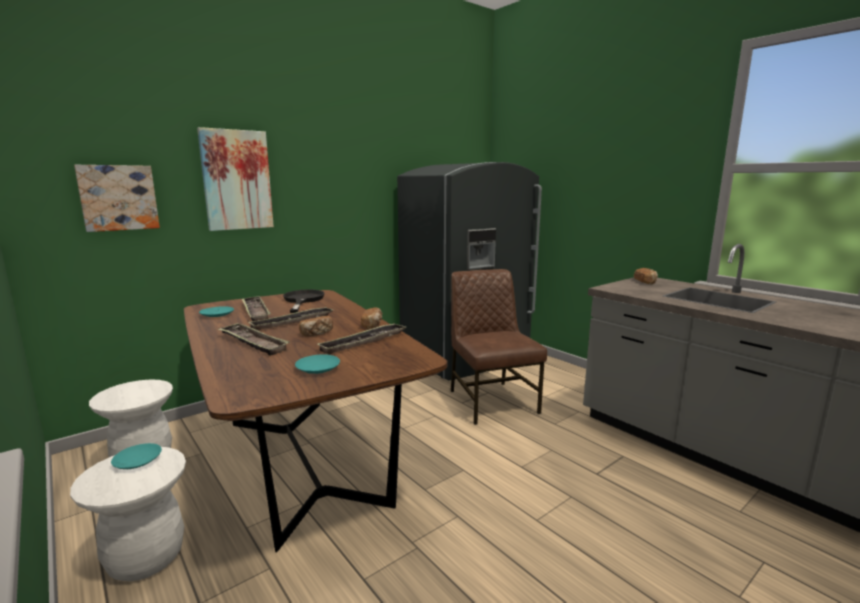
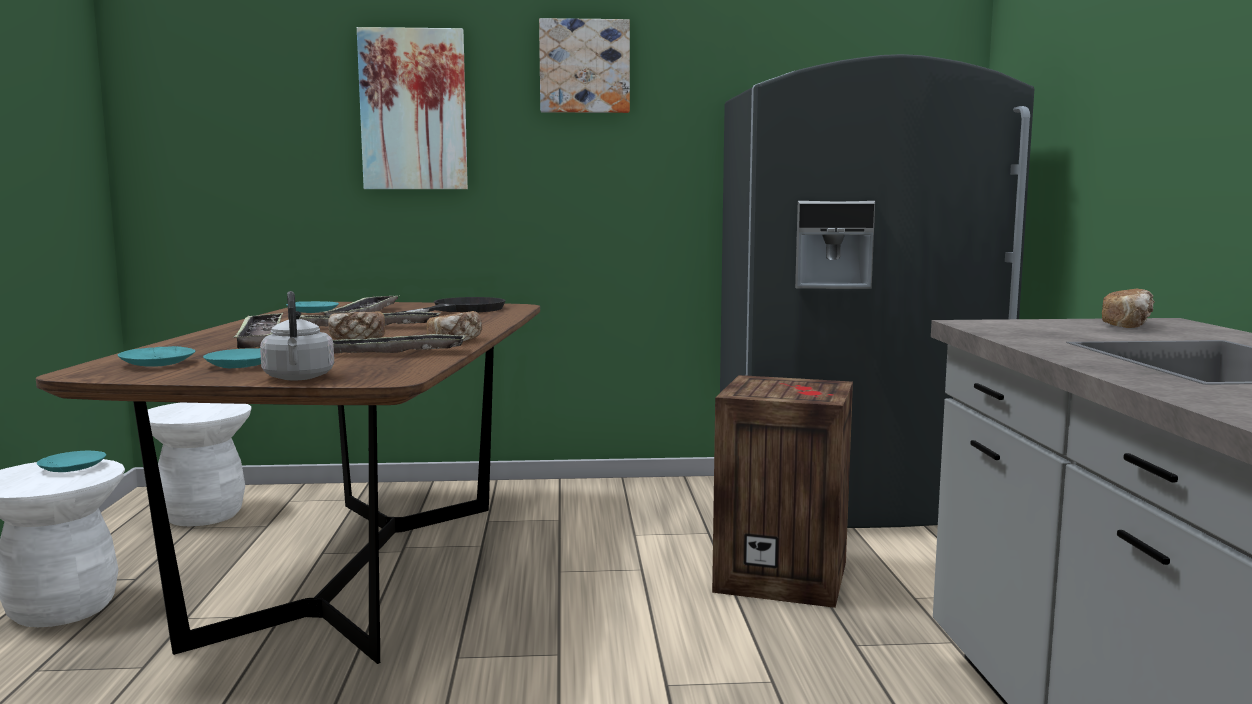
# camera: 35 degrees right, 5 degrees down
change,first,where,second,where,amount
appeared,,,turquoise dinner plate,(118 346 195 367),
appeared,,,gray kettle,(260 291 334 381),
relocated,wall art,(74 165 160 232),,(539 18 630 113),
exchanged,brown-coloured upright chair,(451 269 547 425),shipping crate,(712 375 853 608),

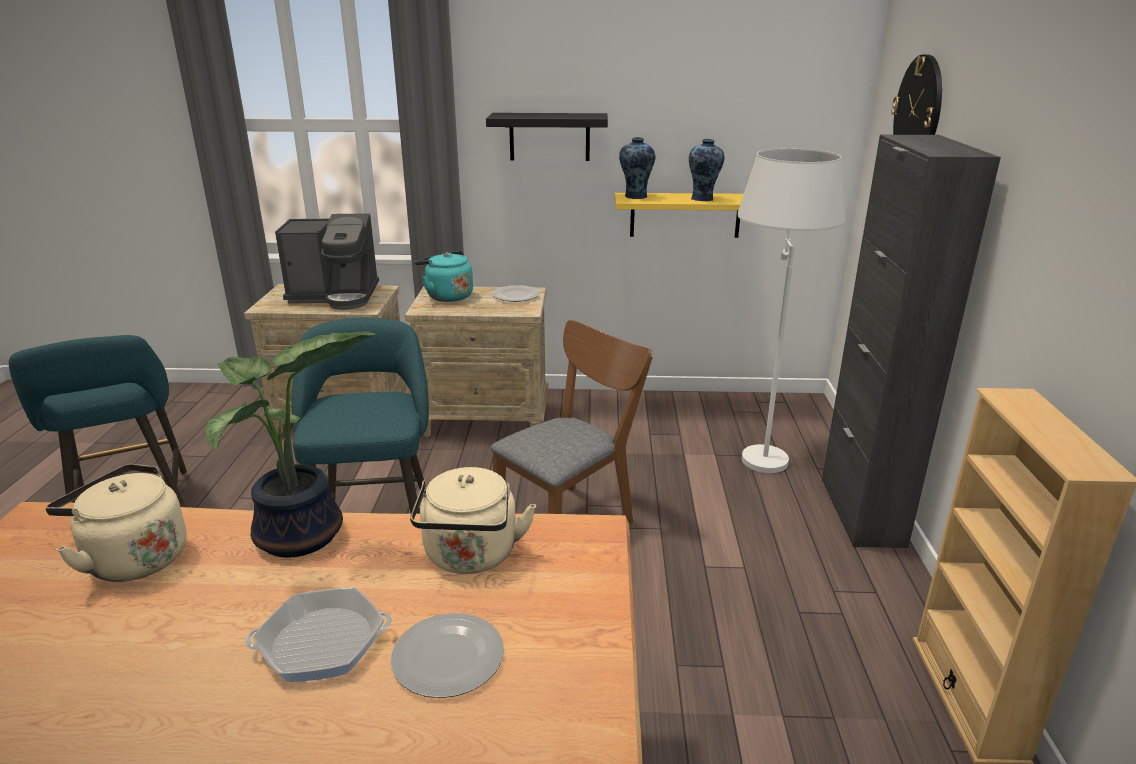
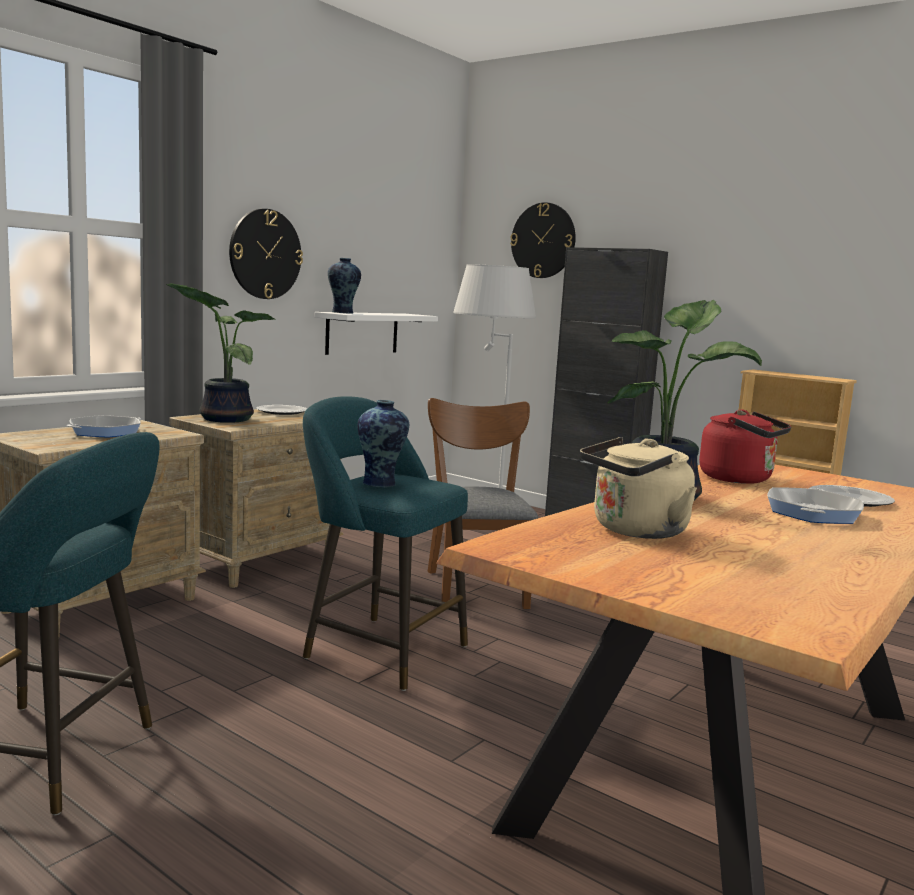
# camera: 55 degrees left, 15 degrees down
change,first,where,second,where,amount
relocated,flower vase,(689 139 724 201),,(358 400 409 487),
exchanged,coffee brewer,(275 214 379 310),skillet,(67 415 141 438),
exchanged,turquoise kettle,(415 251 473 302),plant in a pot,(166 283 274 423),
exchanged,blackish wall shelf,(486 113 608 161),clock on the wall,(229 209 303 299),
colour,sand-coloured kettle,(410 467 536 574),red-coloured kettle,(699 409 791 484),
colour,yellow wall shelf,(615 193 744 238),white-coloured wall shelf,(315 312 438 355),

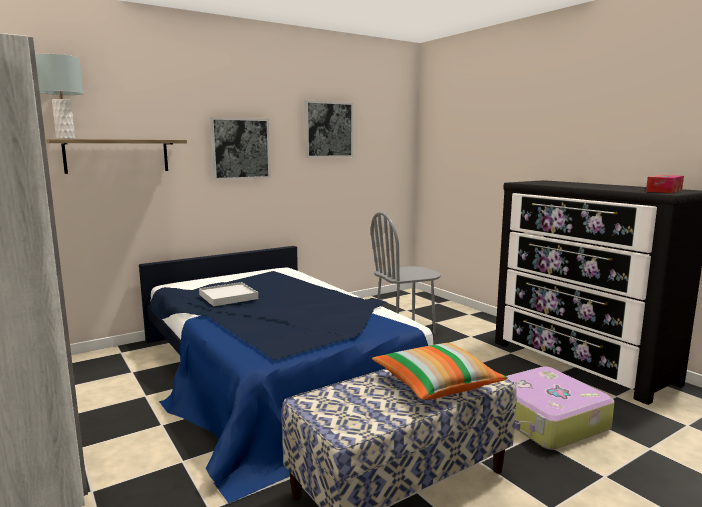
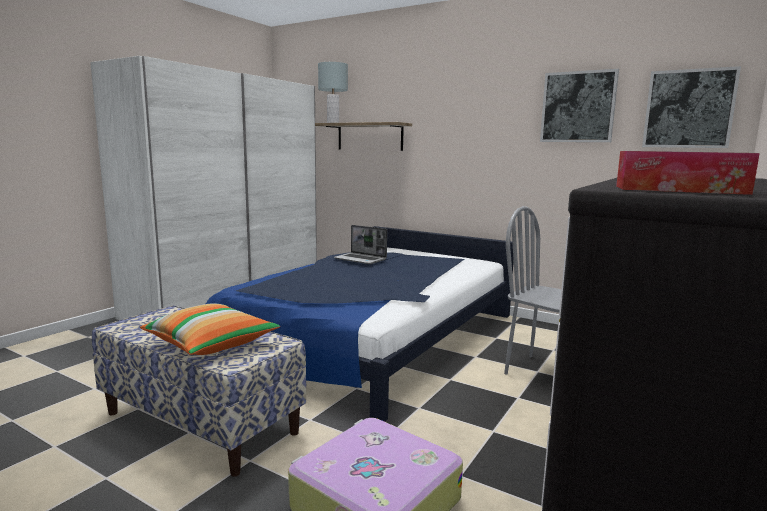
# camera: 65 degrees right, 0 degrees up
change,first,where,second,where,amount
relocated,wall art,(210 117 271 180),,(642 66 741 148),
exchanged,white-coloured tray,(199 282 258 306),portable computer,(334 225 387 264),

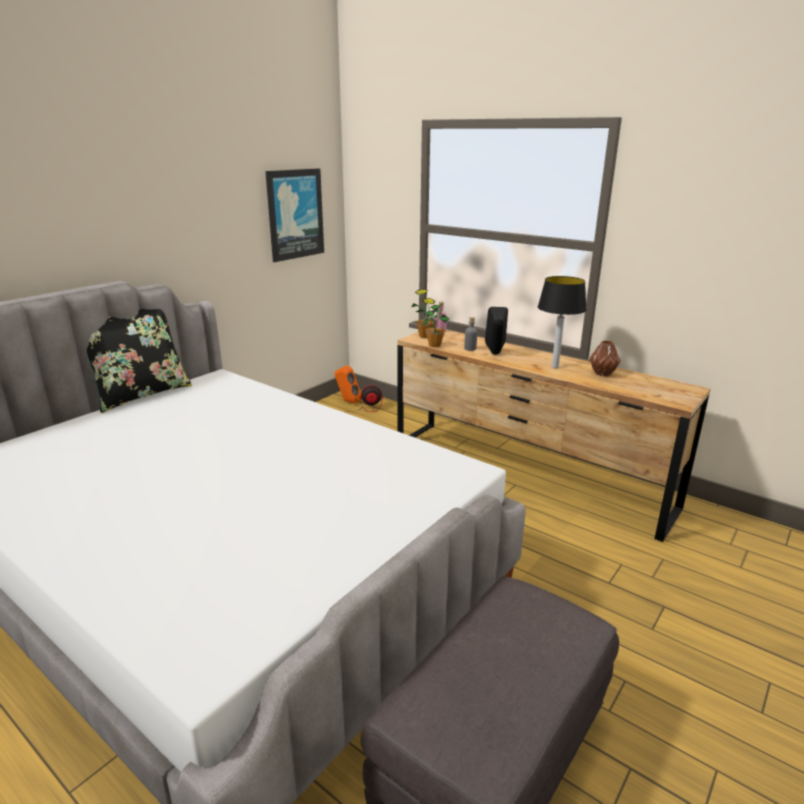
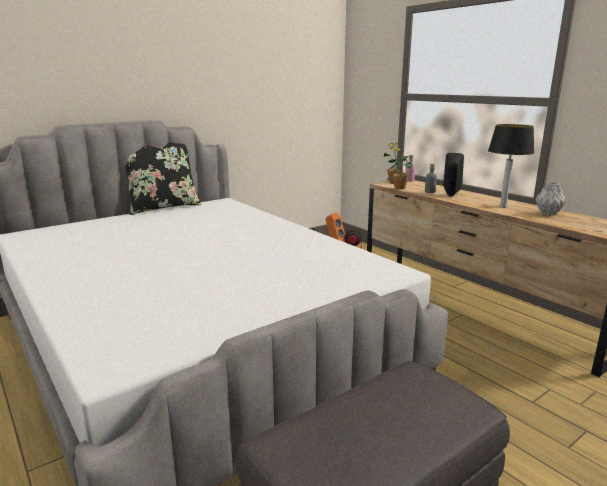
# camera: 15 degrees right, 5 degrees down
change,first,where,second,where,amount
missing,wall art,(265 168 324 262),,,
colour,brown-coloured flower vase,(590 341 621 376),gray flower vase,(536 182 566 215),

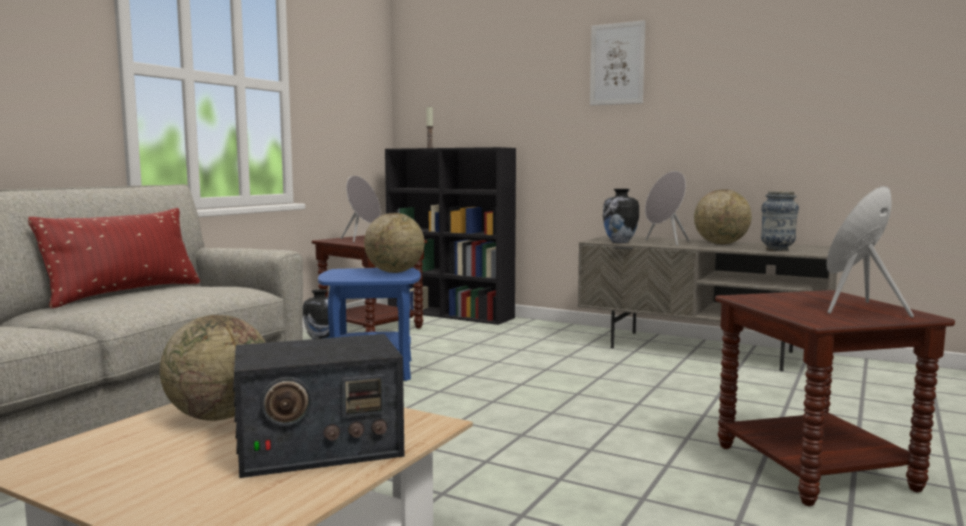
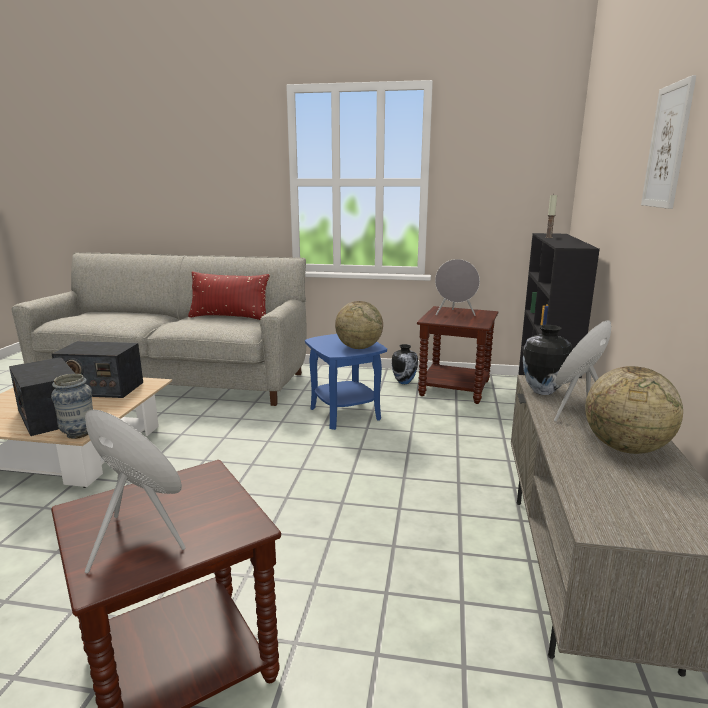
# camera: 70 degrees right, 10 degrees up
change,first,where,second,where,amount
relocated,flower vase,(761 191 799 251),,(51 374 93 439),
exchanged,globe,(160 315 266 421),radio set,(52 341 143 398),

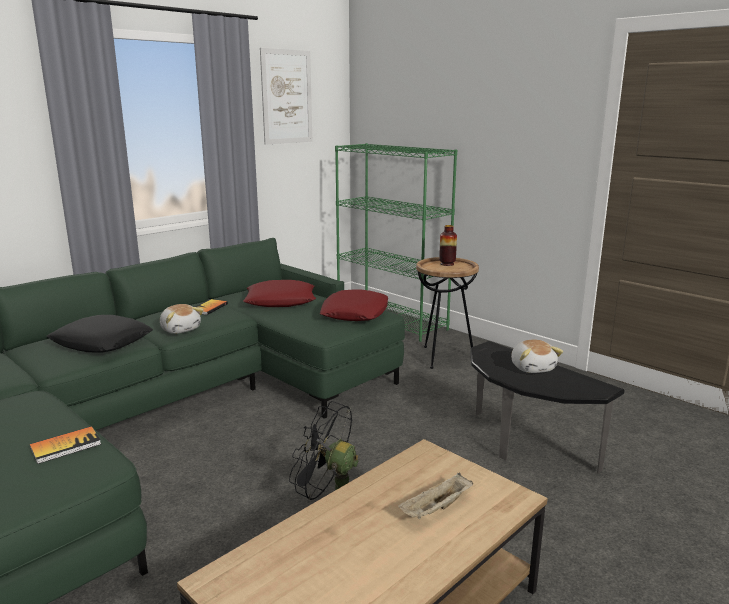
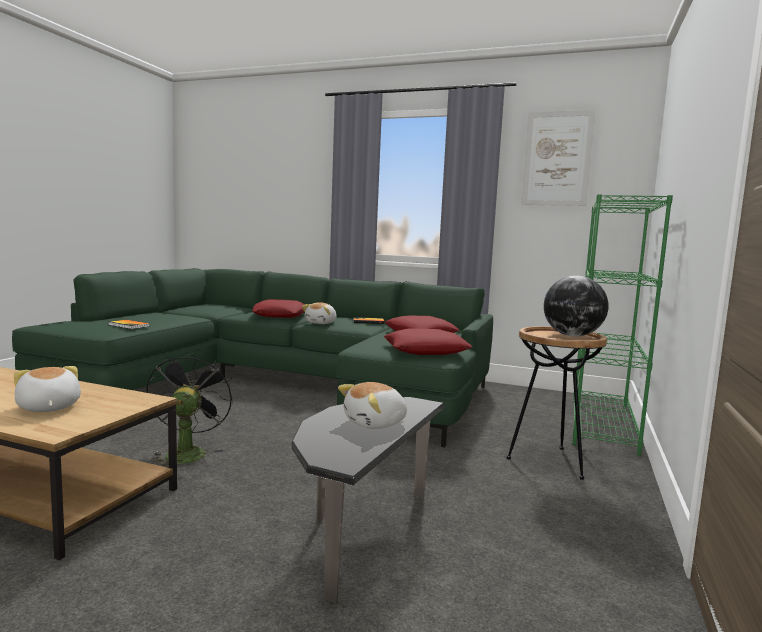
# camera: 65 degrees right, 10 degrees down
change,first,where,second,where,amount
exchanged,sand-coloured tray,(398 473 473 519),soft toy,(14 366 81 412),
exchanged,flower vase,(439 225 457 266),globe,(544 276 608 337),
colour,blackish cushion,(47 315 153 353),red-coloured cushion,(252 299 305 318),

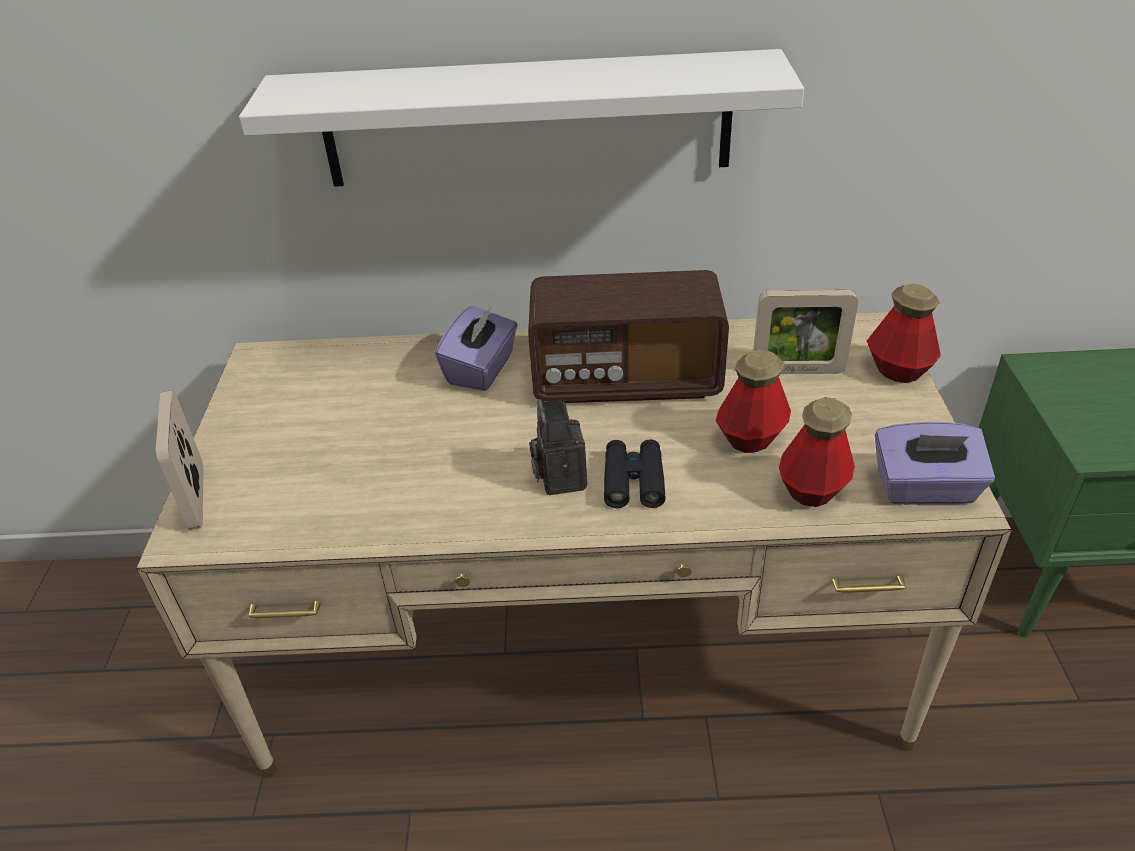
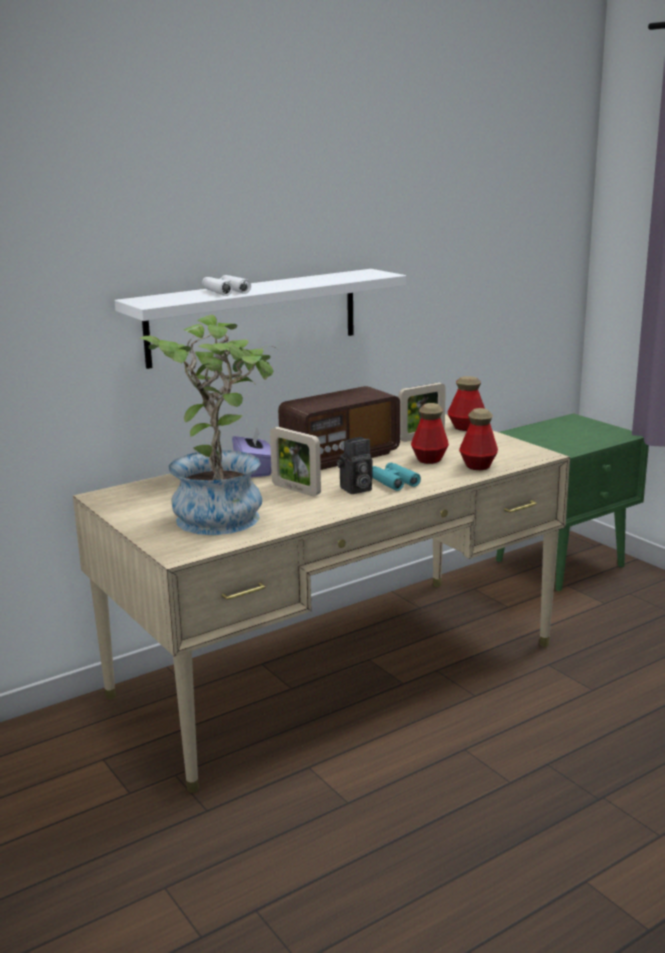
# camera: 35 degrees left, 20 degrees down
change,first,where,second,where,amount
missing,purplish tissue box,(875 422 995 505),,,
appeared,,,plant in a pot,(139 315 277 535),
appeared,,,white-coloured binoculars,(202 275 251 296),
relocated,picture frame,(156 390 203 530),,(270 427 321 496),
colour,blackish binoculars,(604 439 666 508),turquoise binoculars,(372 462 421 491),
spun,still camera,(529 399 587 495),,(337 437 372 494),75 degrees counterclockwise

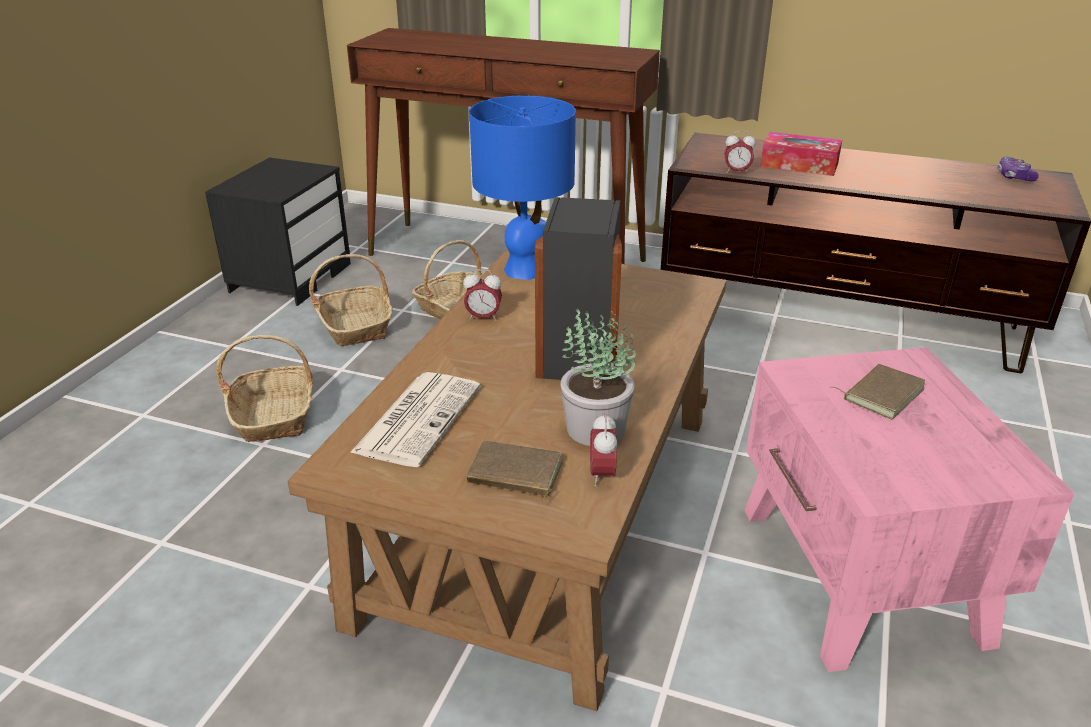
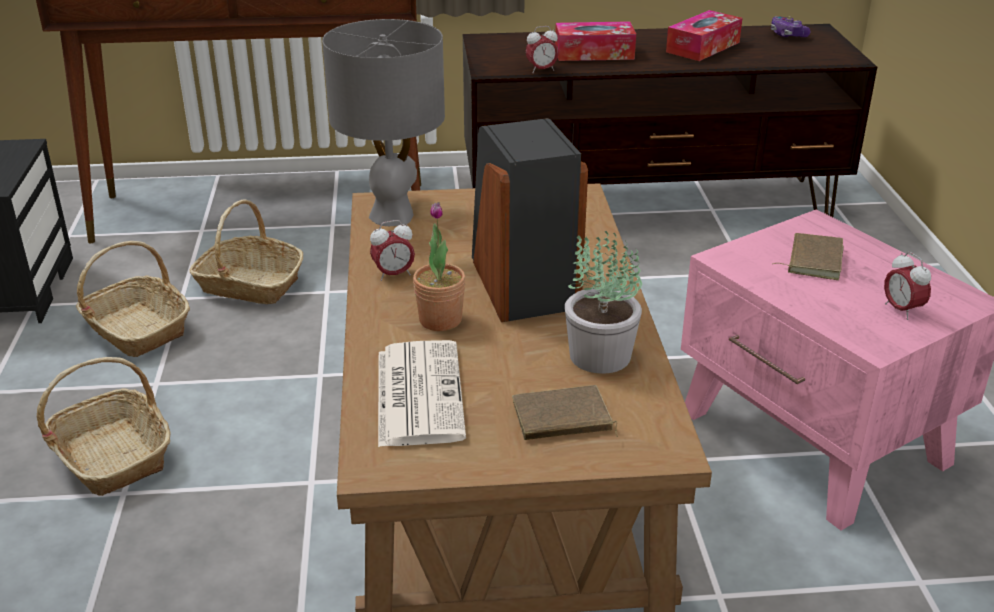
# camera: 25 degrees left, 0 degrees up
change,first,where,second,where,amount
appeared,,,plant in a pot,(413 202 466 331),
appeared,,,tissue box,(666 10 742 61),
relocated,alarm clock,(590 413 618 486),,(884 252 931 320),
colour,blue-coloured table lamp,(469 96 576 280),gray table lamp,(322 19 445 226),

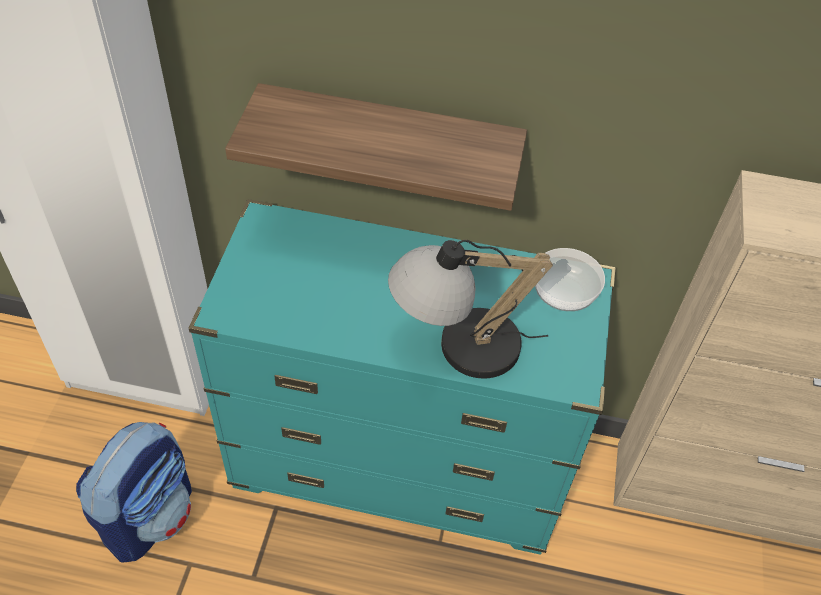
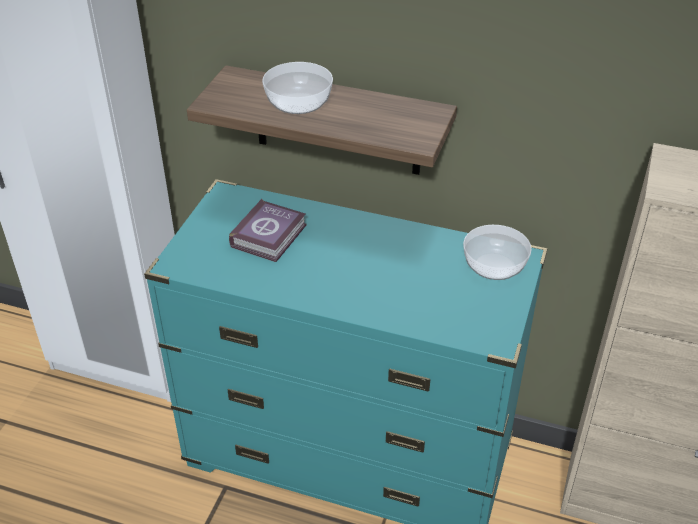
# camera: 10 degrees right, 10 degrees down
change,first,where,second,where,amount
missing,rucksack,(76 422 192 563),,,
missing,table lamp,(388 240 553 378),,,
appeared,,,book,(229 199 306 262),
appeared,,,serving bowl,(262 62 333 114),

